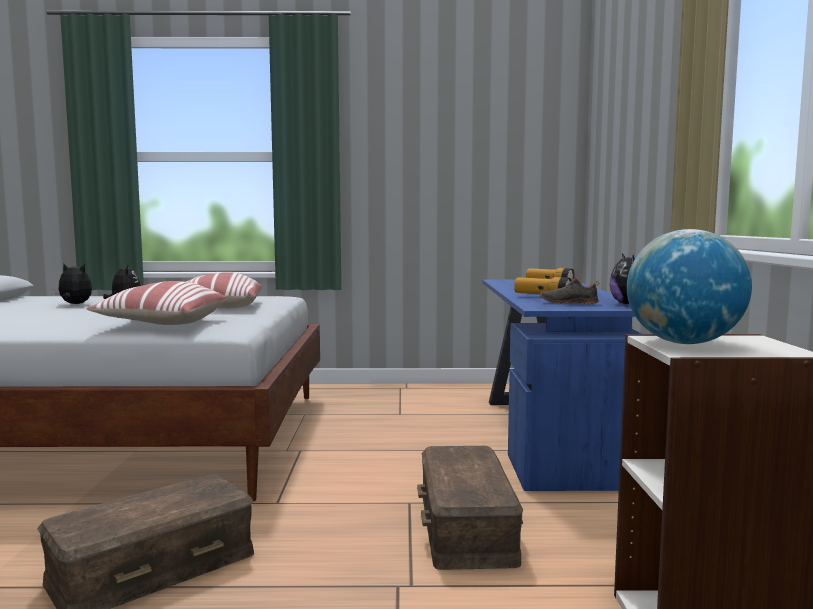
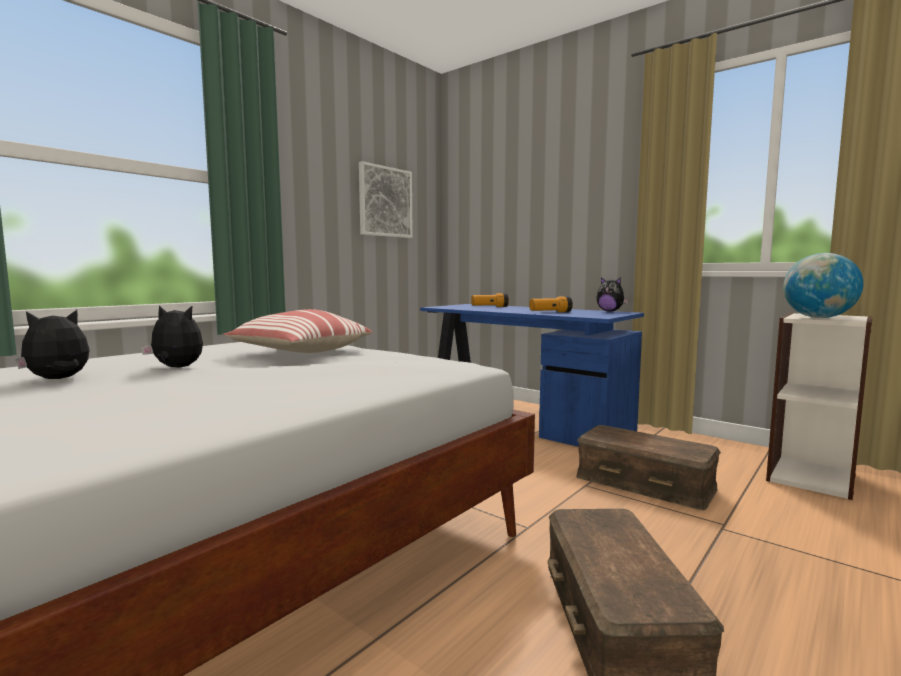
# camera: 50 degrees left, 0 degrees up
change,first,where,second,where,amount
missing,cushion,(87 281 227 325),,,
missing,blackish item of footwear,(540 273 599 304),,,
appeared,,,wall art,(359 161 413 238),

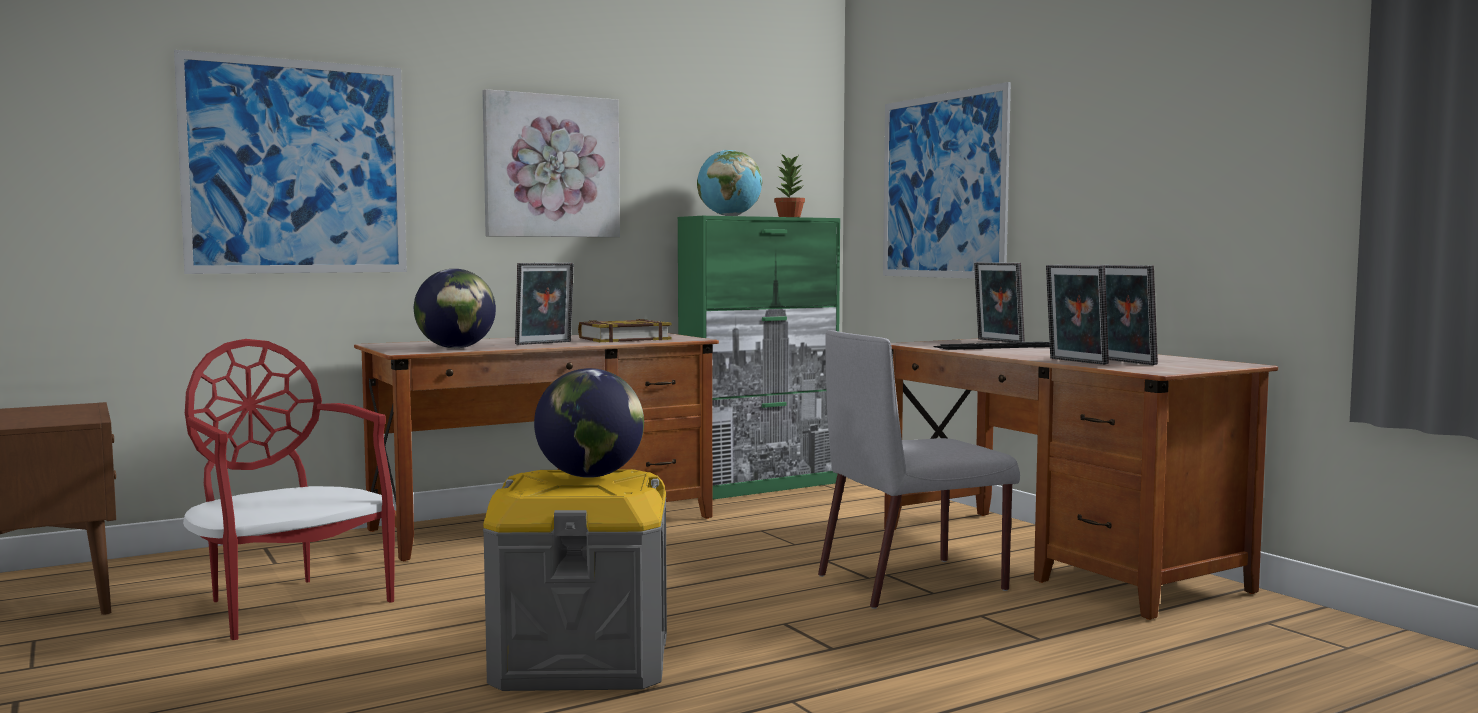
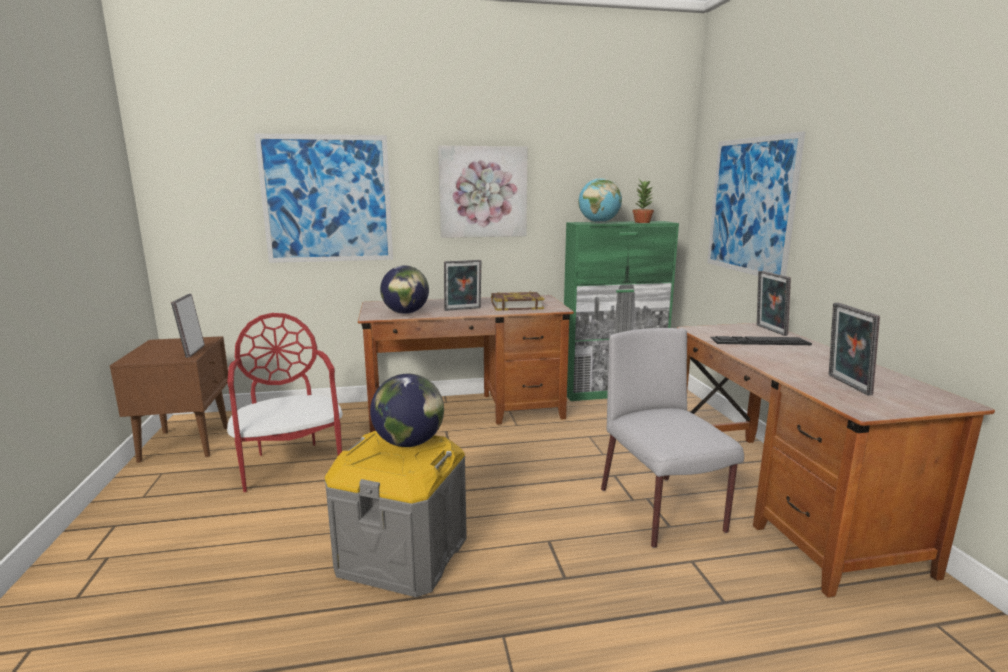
# camera: 20 degrees right, 10 degrees up
change,first,where,second,where,amount
relocated,picture frame,(1046 265 1109 365),,(171 294 205 358),
spun,gray upright chair,(818 330 1020 609),,(601 328 744 548),75 degrees clockwise

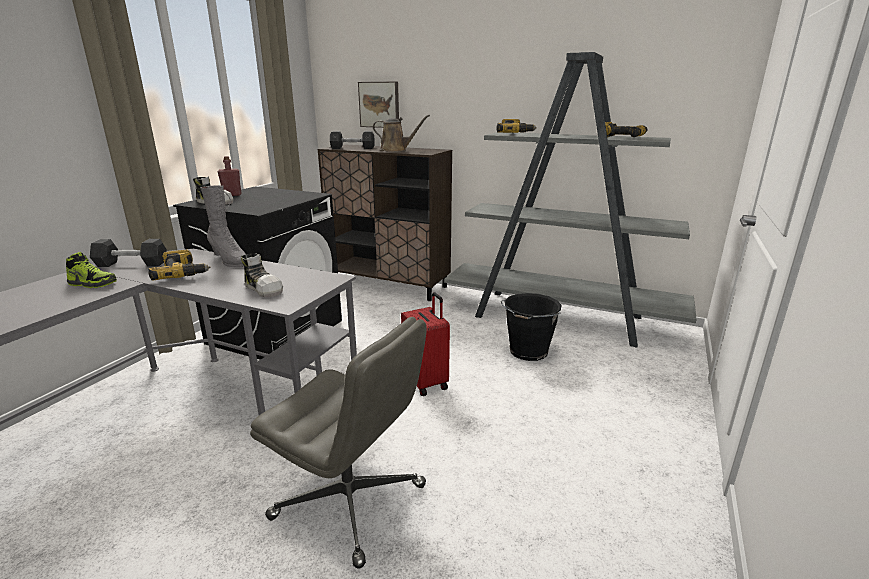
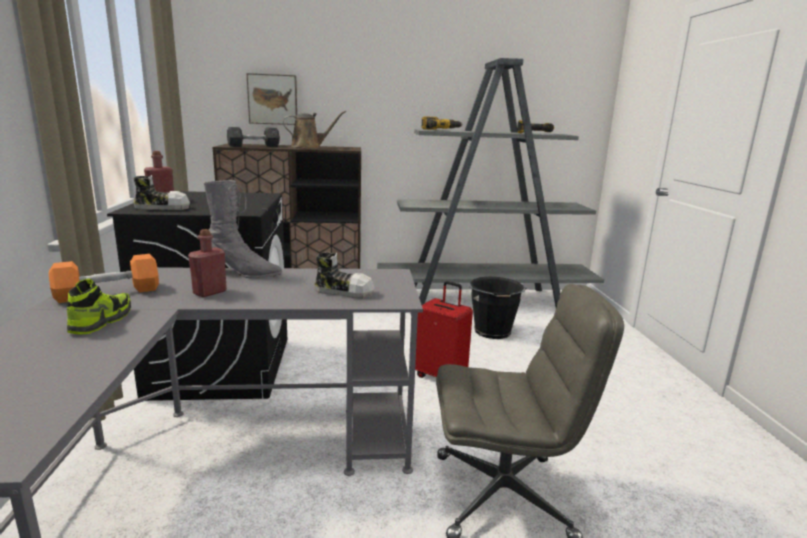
# camera: 30 degrees left, 5 degrees down
change,first,where,second,where,amount
exchanged,electric drill,(148 250 210 281),red-coloured drink bottle,(188 229 227 297),
colour,gray hand weight,(90 239 167 267),orange-coloured hand weight,(49 254 159 303),
spun,item of footwear,(66 252 117 288),,(67 278 131 335),60 degrees counterclockwise

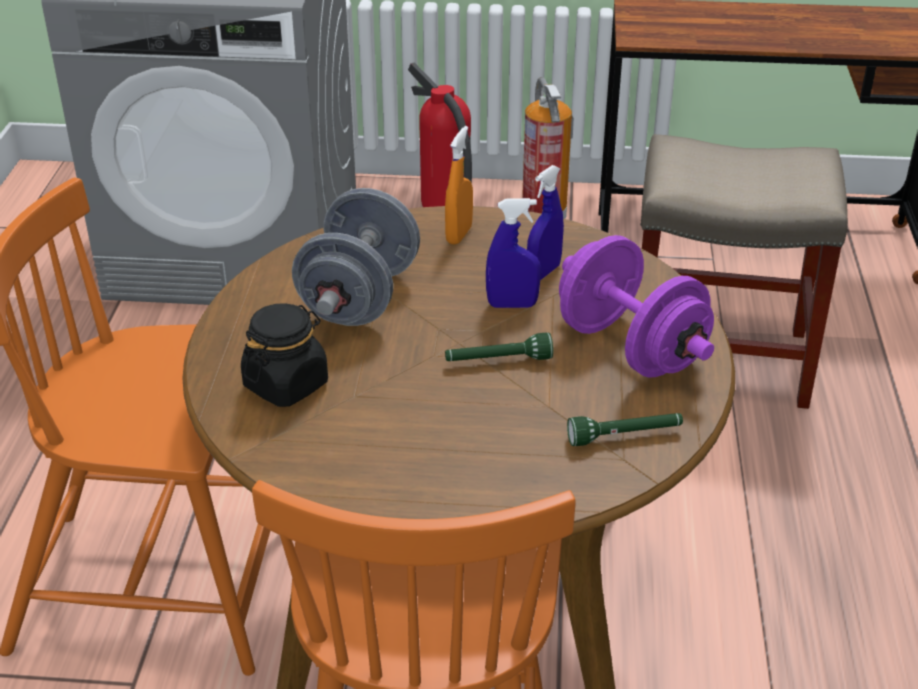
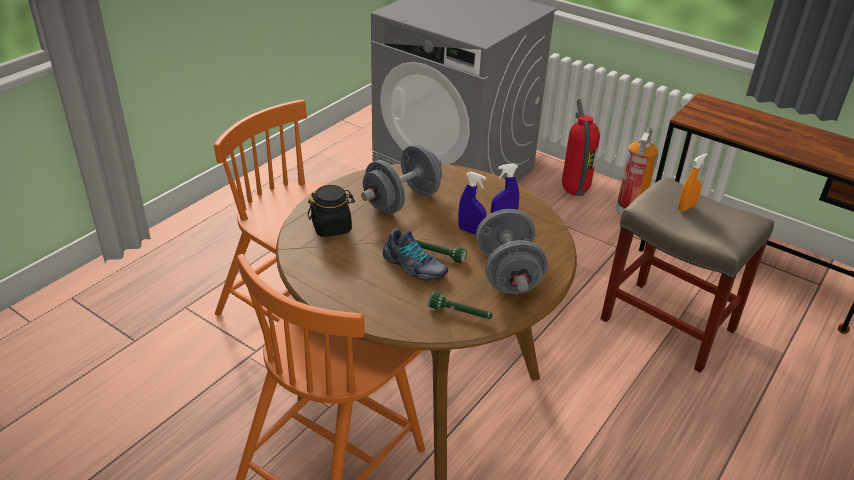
# camera: 30 degrees right, 0 degrees up
change,first,where,second,where,amount
appeared,,,item of footwear,(383 228 448 281),
relocated,orange-coloured spray bottle,(445 126 473 245),,(678 153 708 211),
colour,purplish hand weight,(559 235 714 378),gray hand weight,(476 209 548 294),

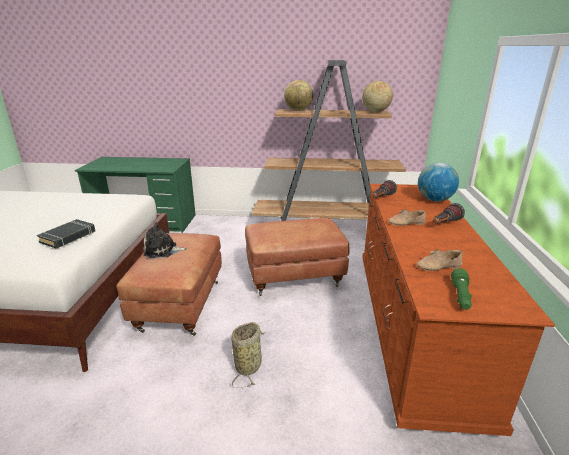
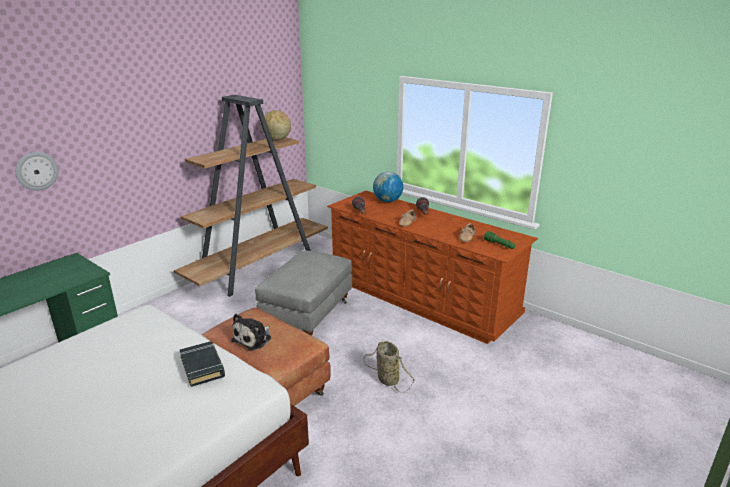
# camera: 55 degrees left, 0 degrees up
change,first,where,second,where,amount
missing,globe,(284 80 313 111),,,
appeared,,,clock on the wall,(16 152 59 191),
colour,brown-coloured pouffe,(245 218 350 296),gray pouffe,(255 250 352 336),

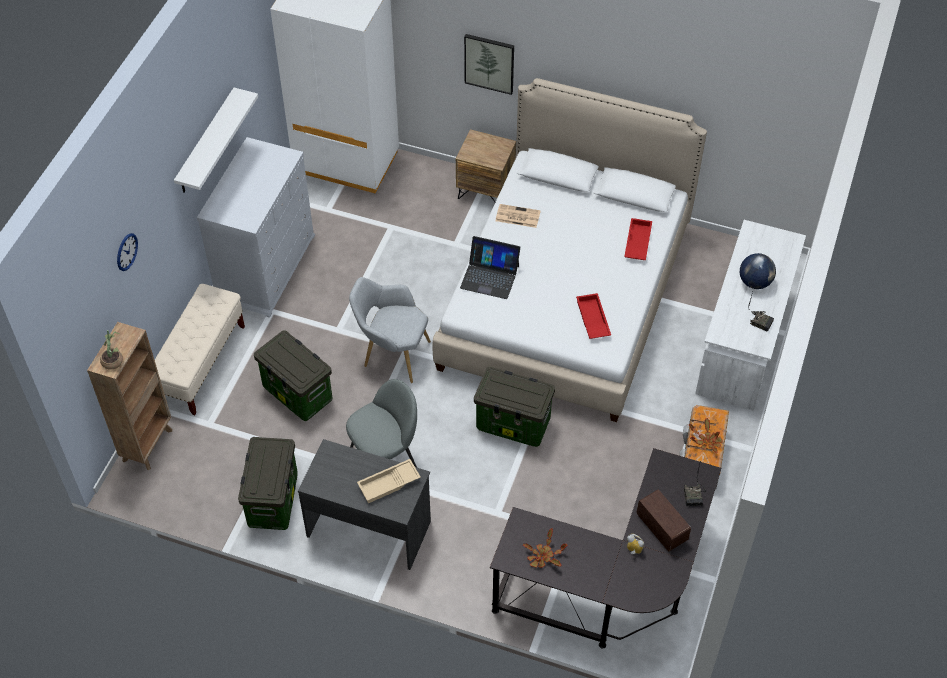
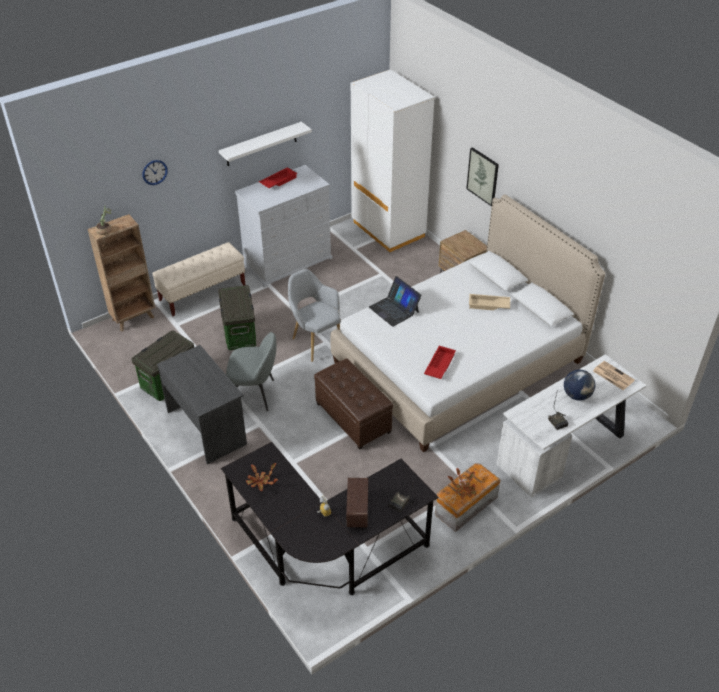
# camera: 35 degrees right, 10 degrees down
change,first,where,second,where,amount
relocated,sand-coloured tray,(357 459 421 503),,(469 294 510 310),
relocated,daily paper,(495 204 541 228),,(593 361 635 390),
relocated,red-coloured tray,(624 218 652 260),,(259 167 297 188),
exchanged,storage container,(474 367 555 447),brown-coloured pouffe,(314 358 393 450),

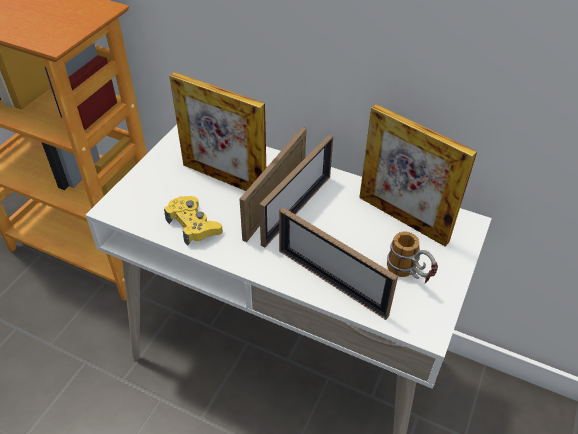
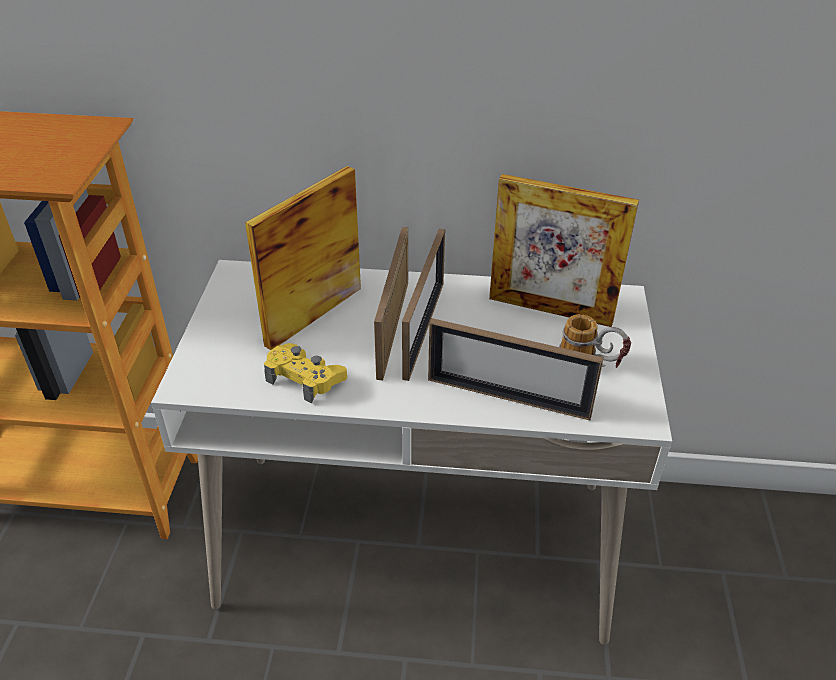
# camera: 20 degrees left, 5 degrees down
change,first,where,second,where,amount
spun,picture frame,(170 72 266 191),,(245 166 361 350),120 degrees clockwise

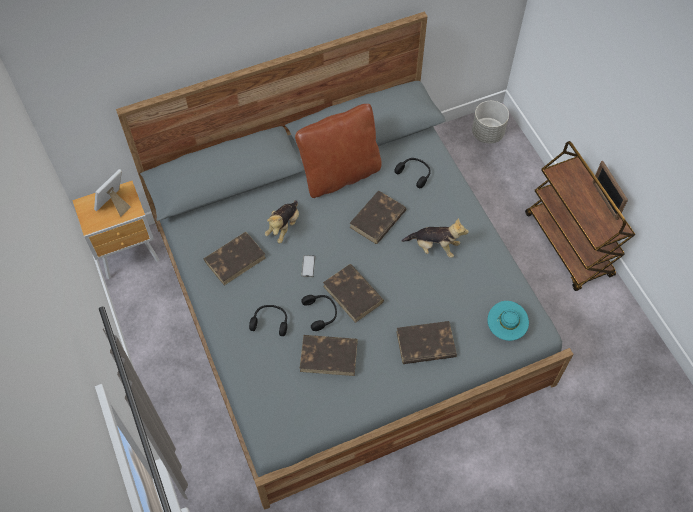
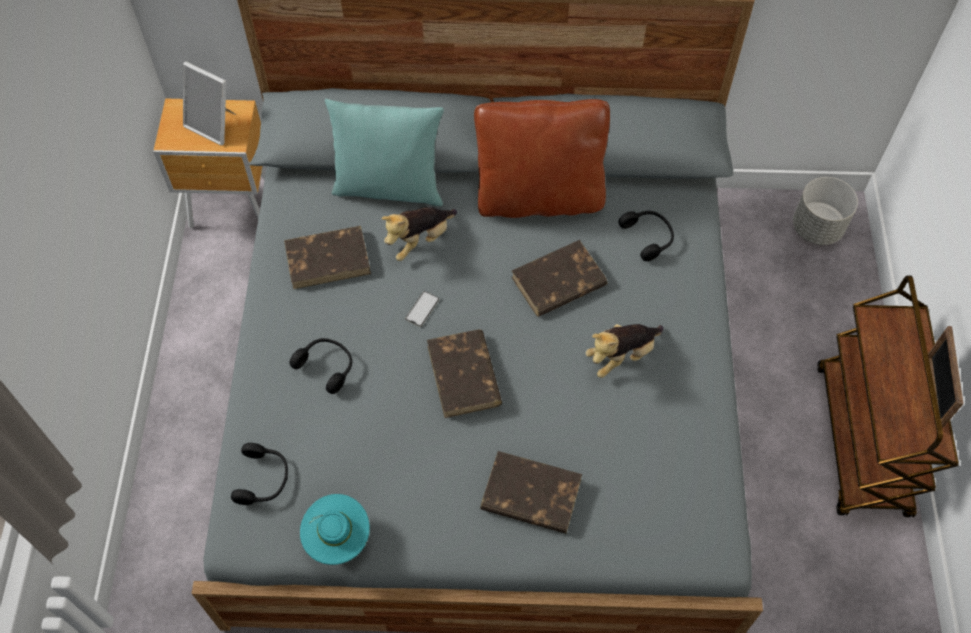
# camera: 25 degrees right, 0 degrees up
change,first,where,second,where,amount
missing,brown-coloured book,(300 335 358 376),,,
appeared,,,turquoise cushion,(325 99 444 206),
relocated,blackish headset,(301 295 337 331),,(231 443 288 505),
relocated,turquoise clothing hat,(487 301 529 341),,(300 494 370 565),
spun,picture frame,(94 169 131 217),,(183 62 236 146),120 degrees counterclockwise
spun,soft toy,(402 218 469 258),,(586 324 663 378),105 degrees clockwise

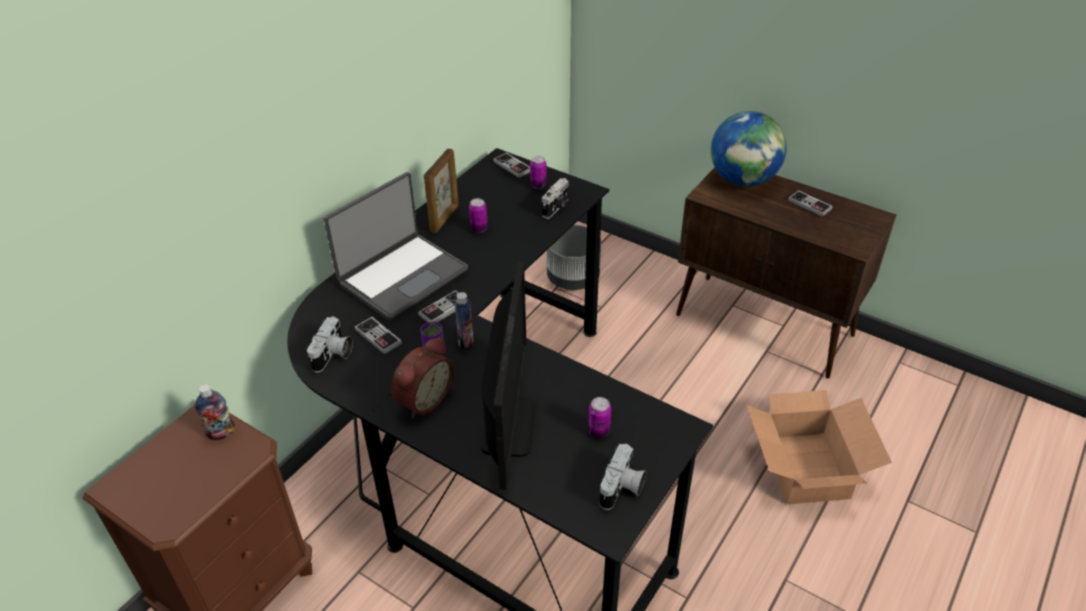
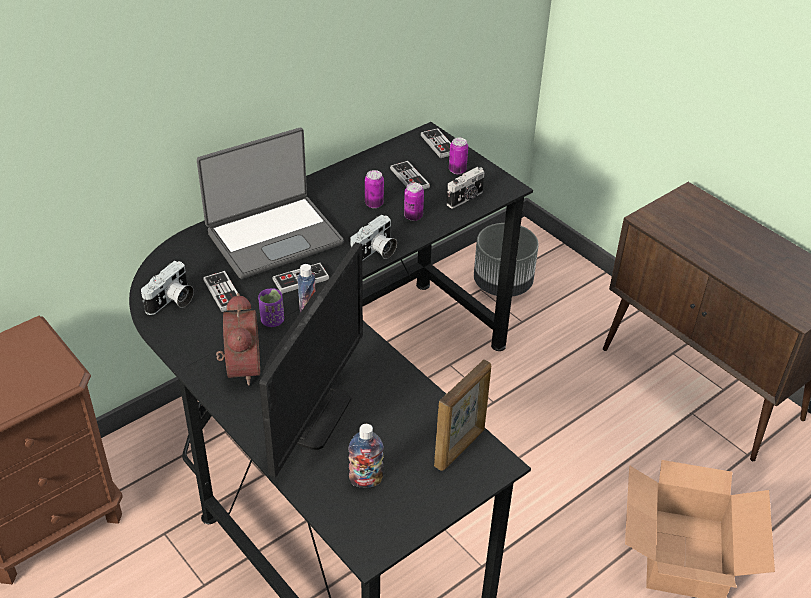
# camera: 15 degrees right, 0 degrees up
change,first,where,second,where,amount
missing,globe,(711 111 787 186),,,
relocated,drink bottle,(195 384 235 440),,(348 424 384 488),
relocated,picture frame,(424 149 459 233),,(434 360 491 471),
relocated,can,(588 397 611 438),,(404 183 424 221),
relocated,still camera,(599 444 646 510),,(350 215 397 261),
relocated,joypad,(788 190 833 217),,(390 161 430 190),
spun,alarm clock,(391 337 454 419),,(216 293 260 386),60 degrees counterclockwise

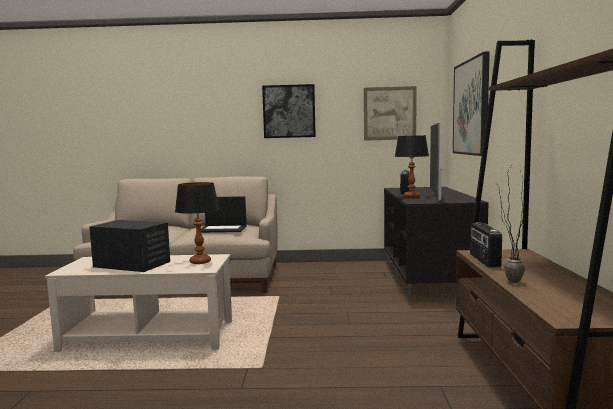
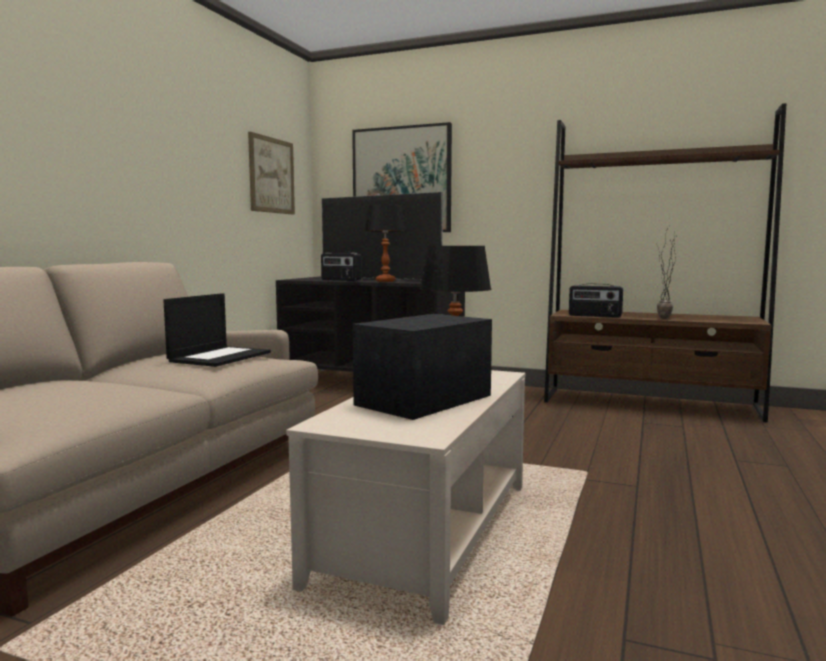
# camera: 70 degrees left, 0 degrees up
change,first,where,second,where,amount
missing,wall art,(262 84 316 138),,,

